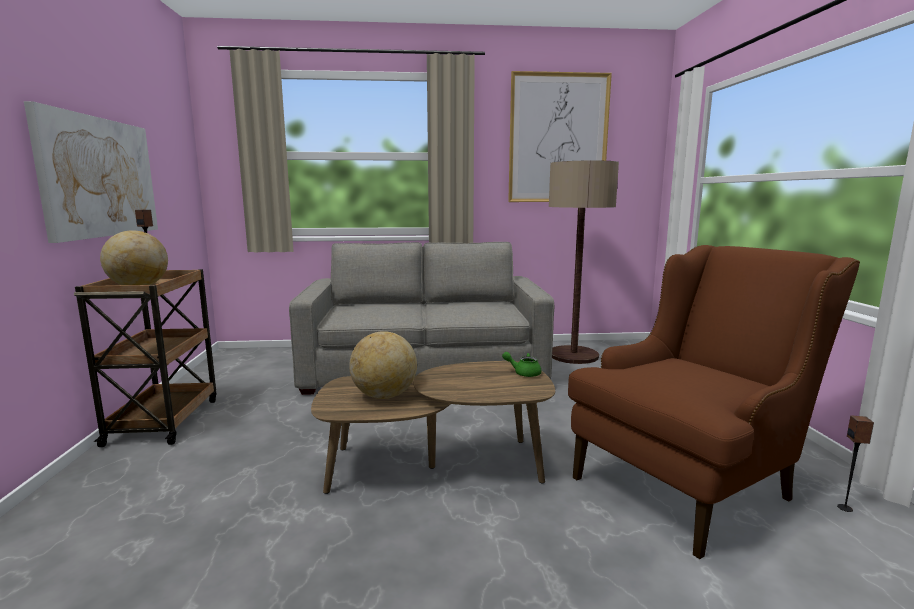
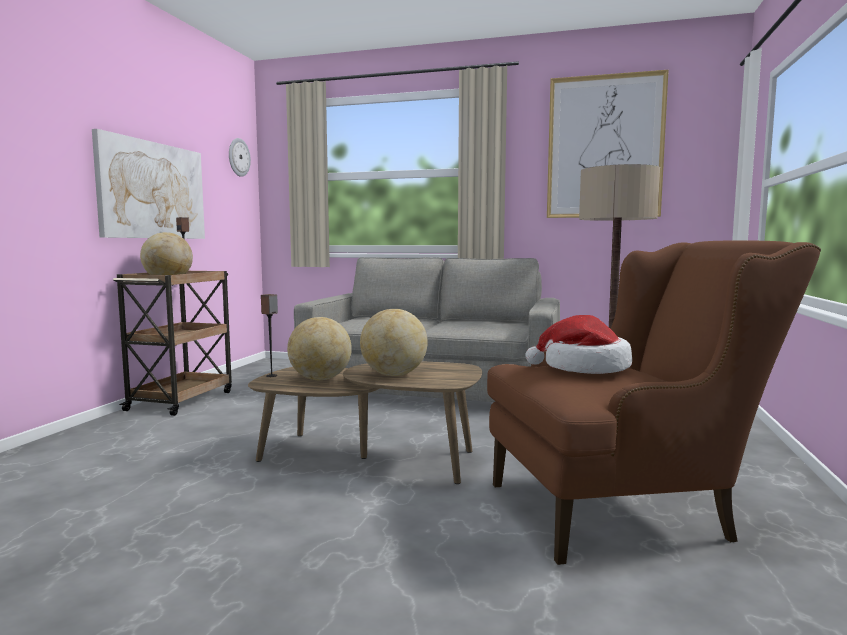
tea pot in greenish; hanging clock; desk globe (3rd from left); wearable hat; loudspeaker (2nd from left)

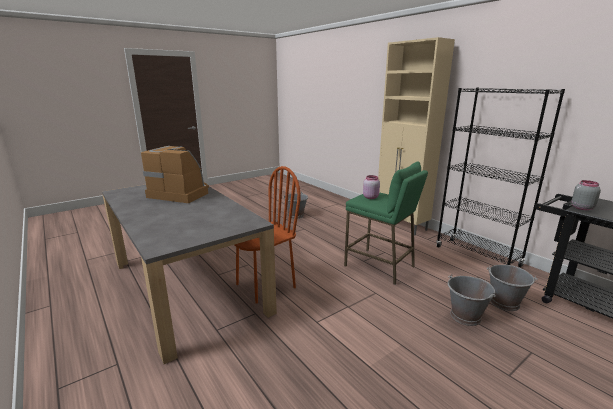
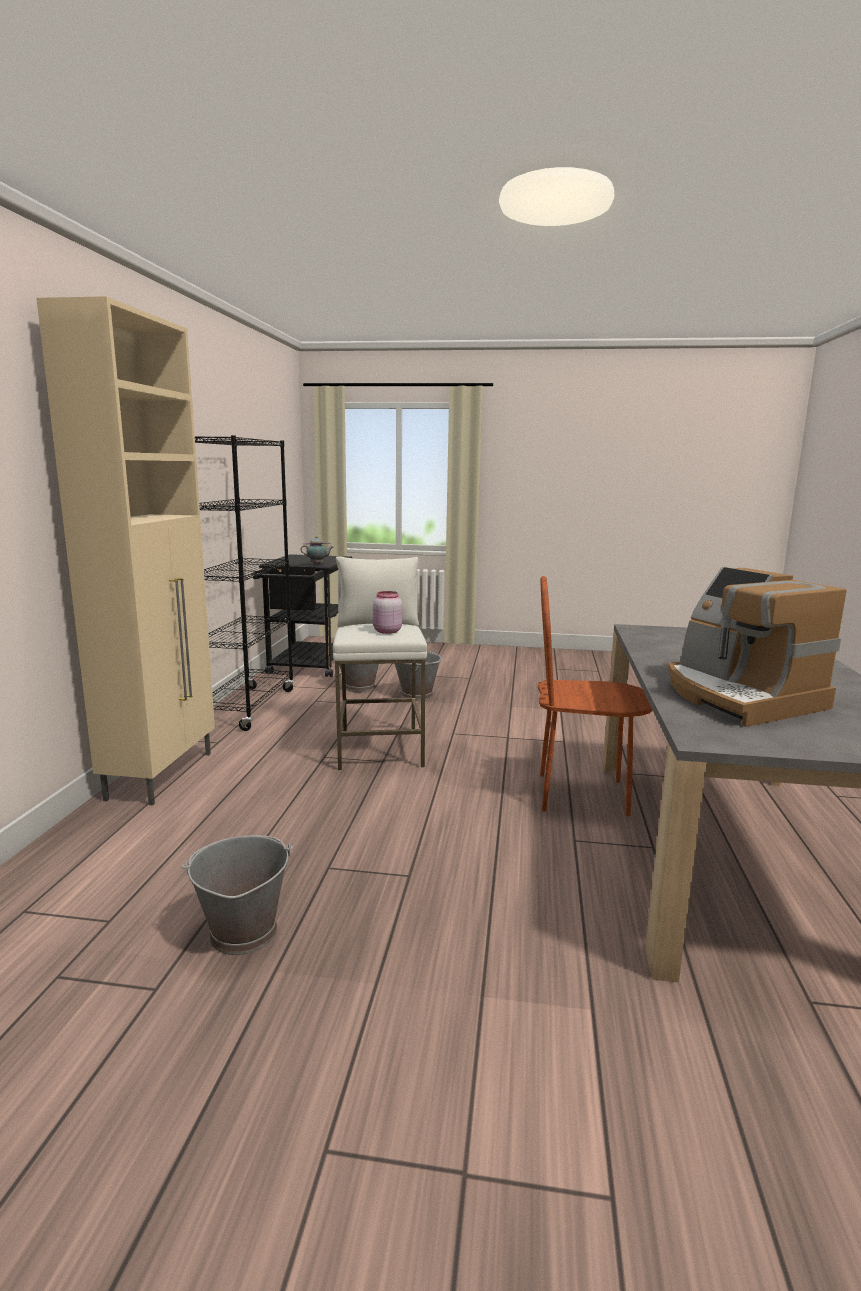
tea pot; stool seat in white

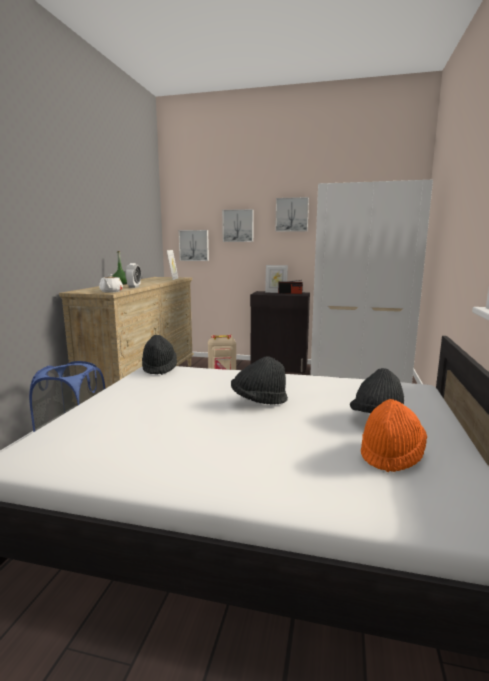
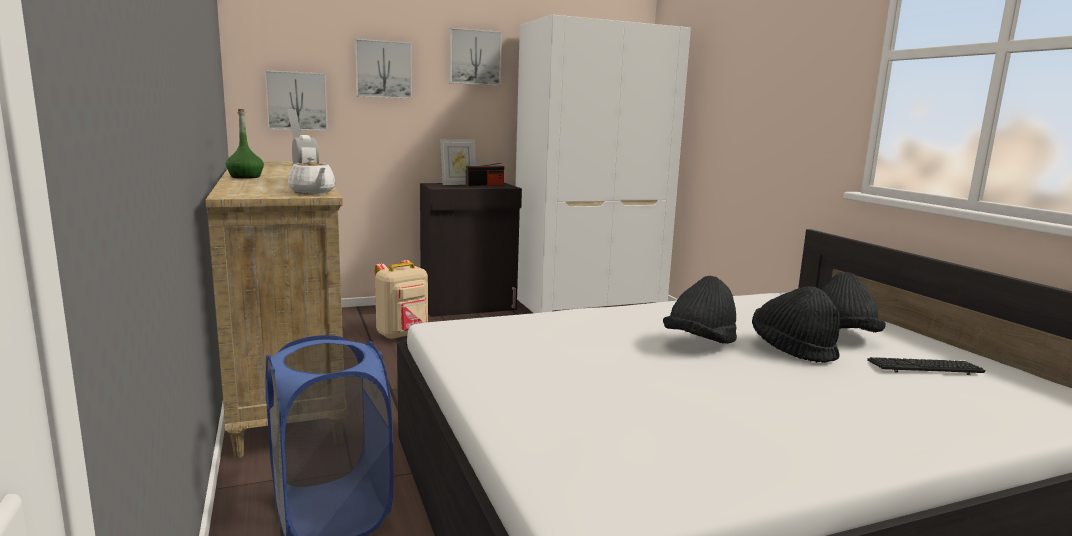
wearable hat in black-coloured (2nd from left); PC keyboard

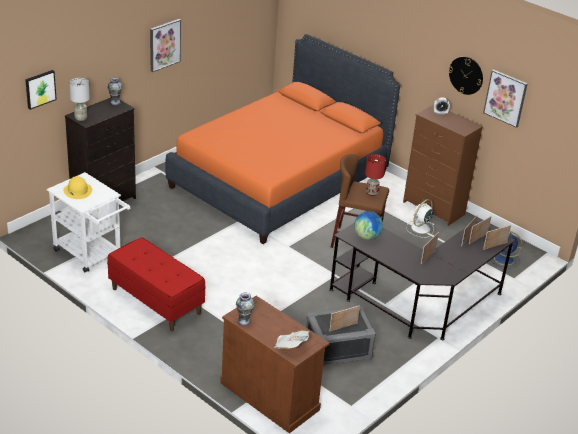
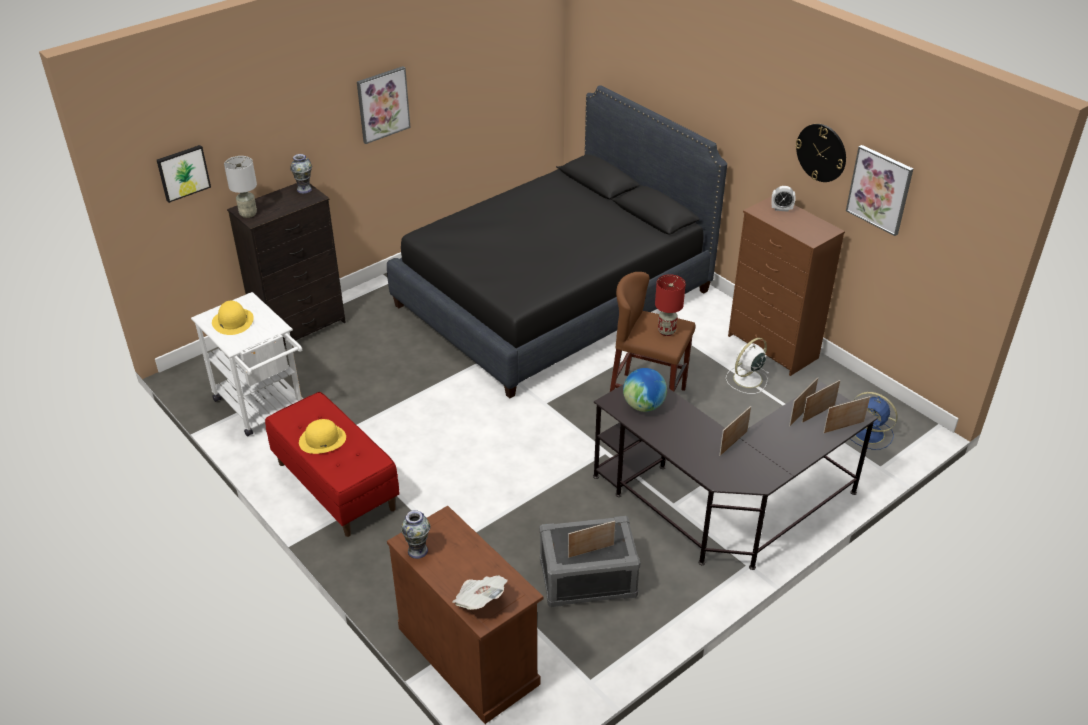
wearable hat in yellowish (2nd from left); sleeping bed in black-coloured

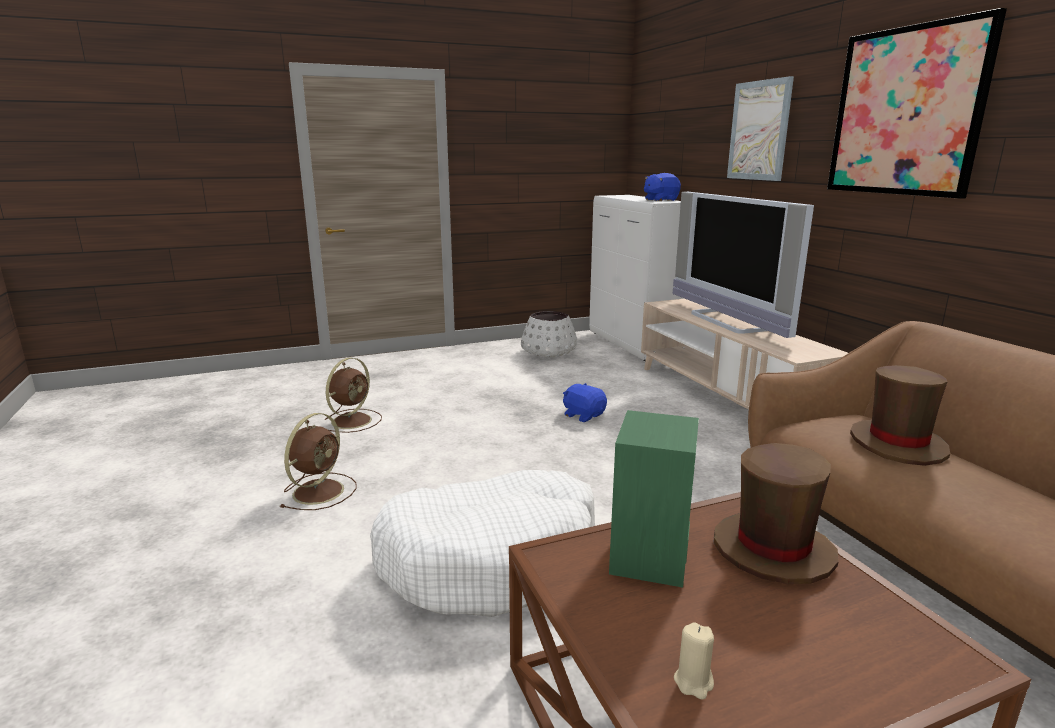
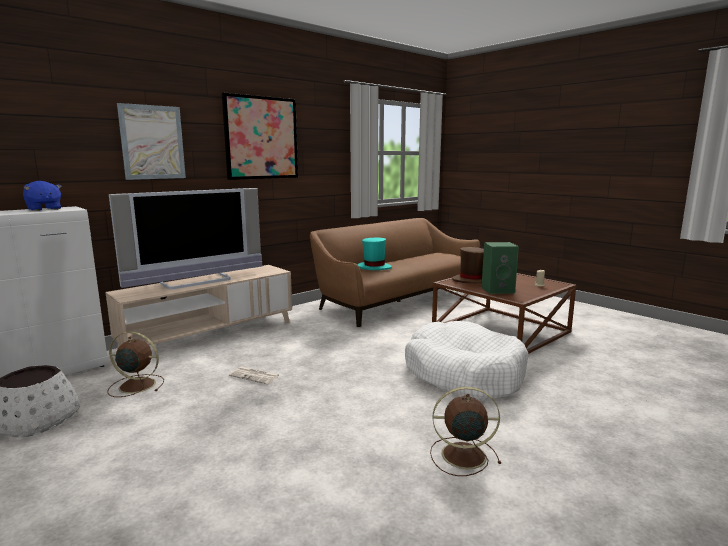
cooling fan in brown-coloured (1st from left); newspaper; wearable hat in turquoise-coloured

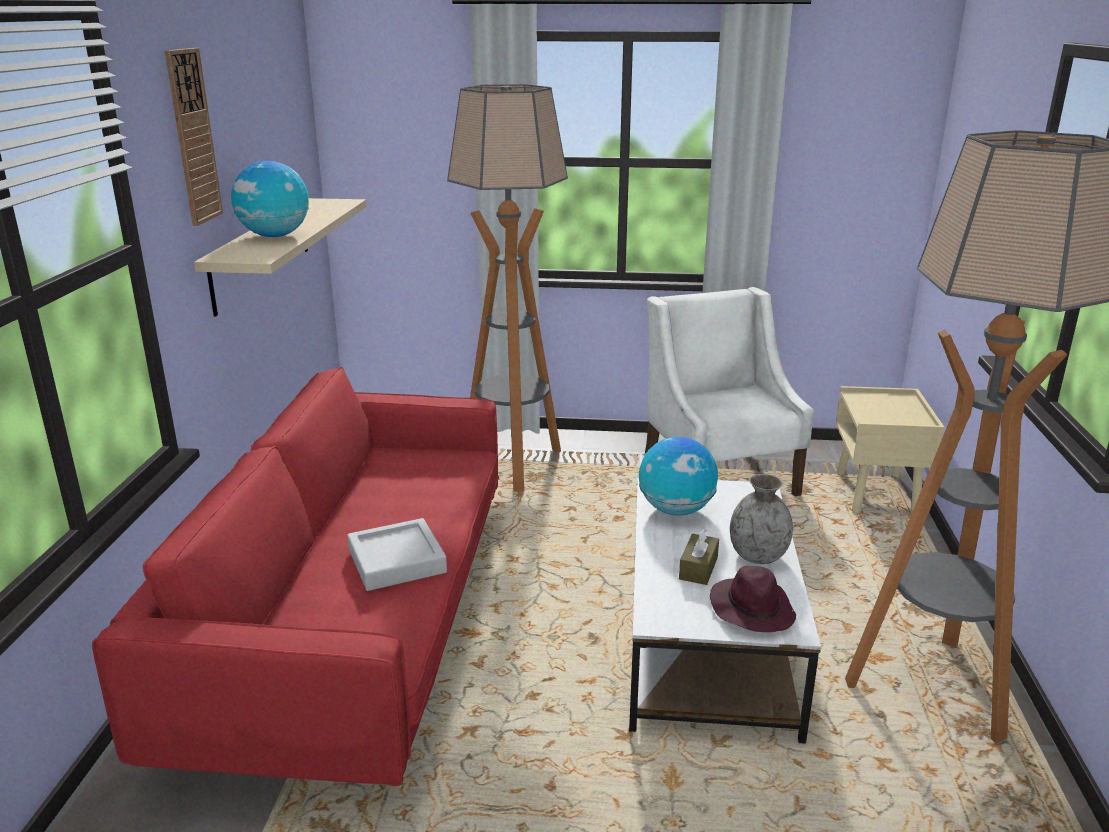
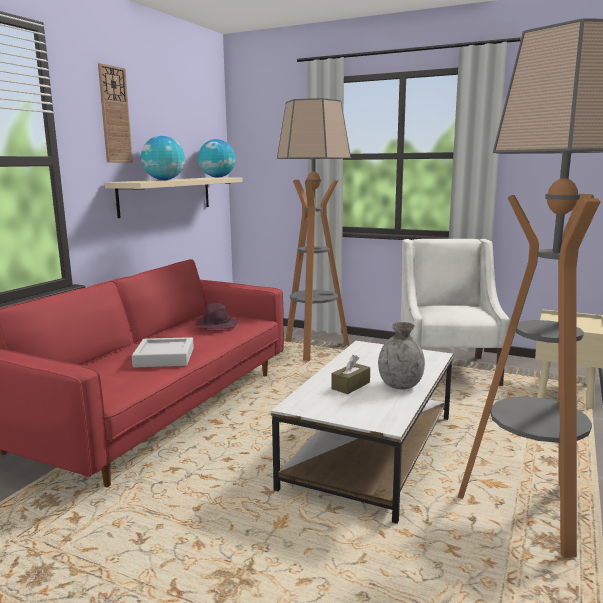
desk globe (2nd from left); wearable hat in purple

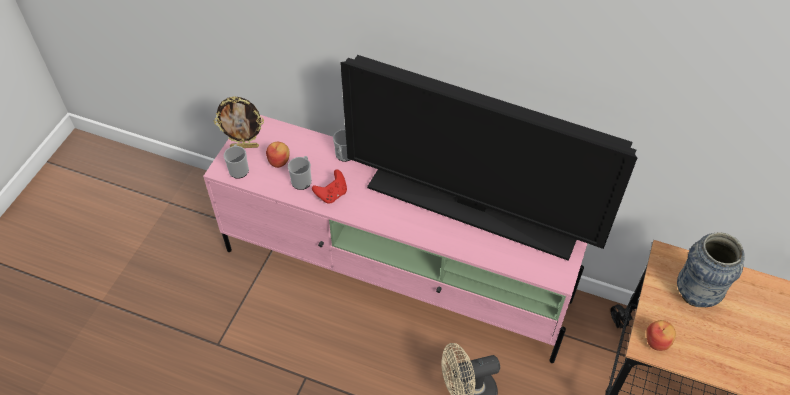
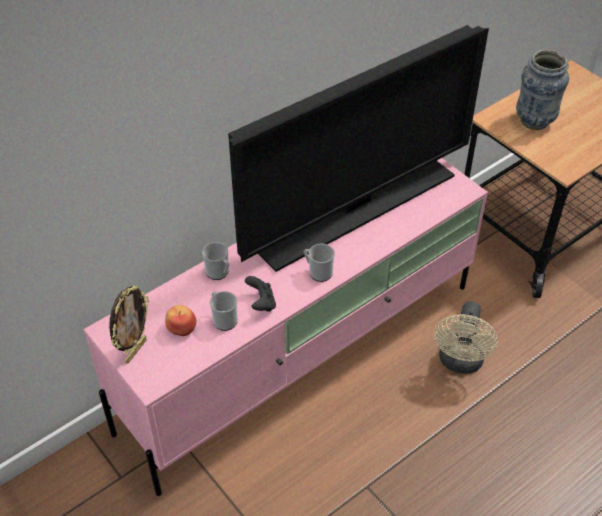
whole apple (2nd from left in the first image); tea mug (3rd from left); gamepad in black-coloured

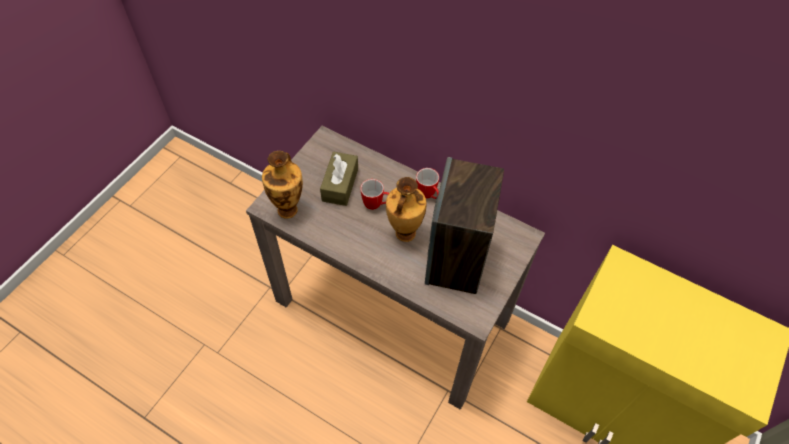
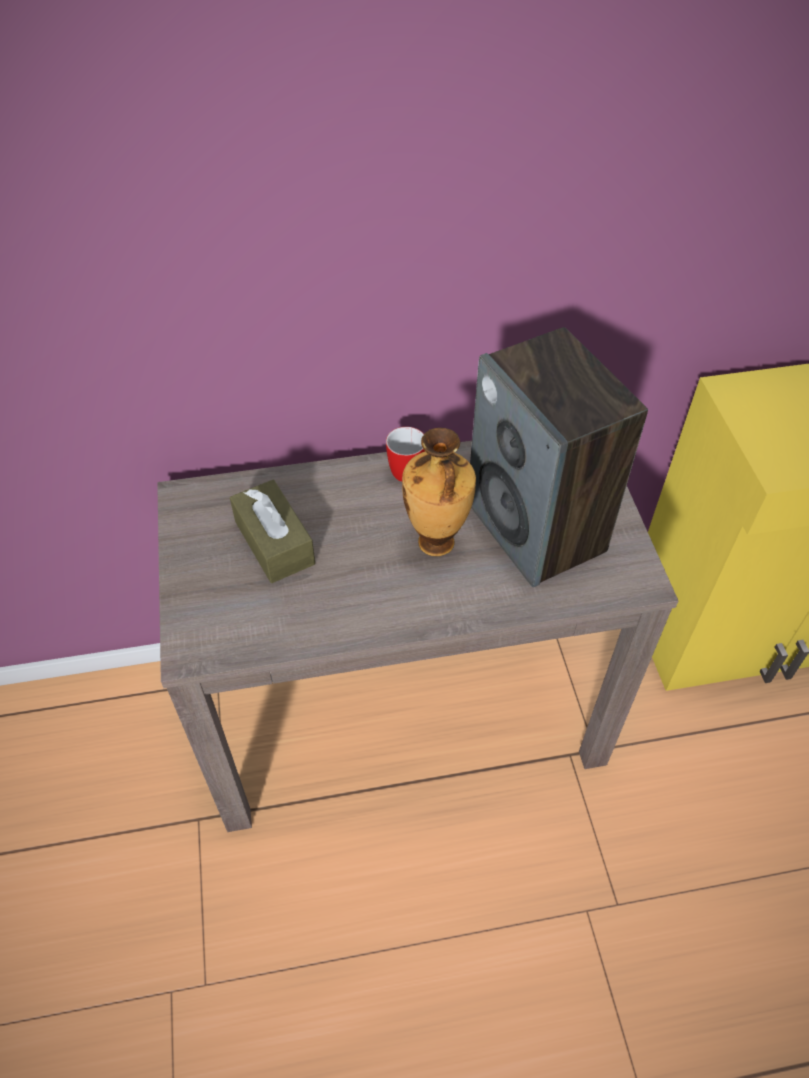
flower vase (1st from left in the first image); tea mug (1st from left in the first image)

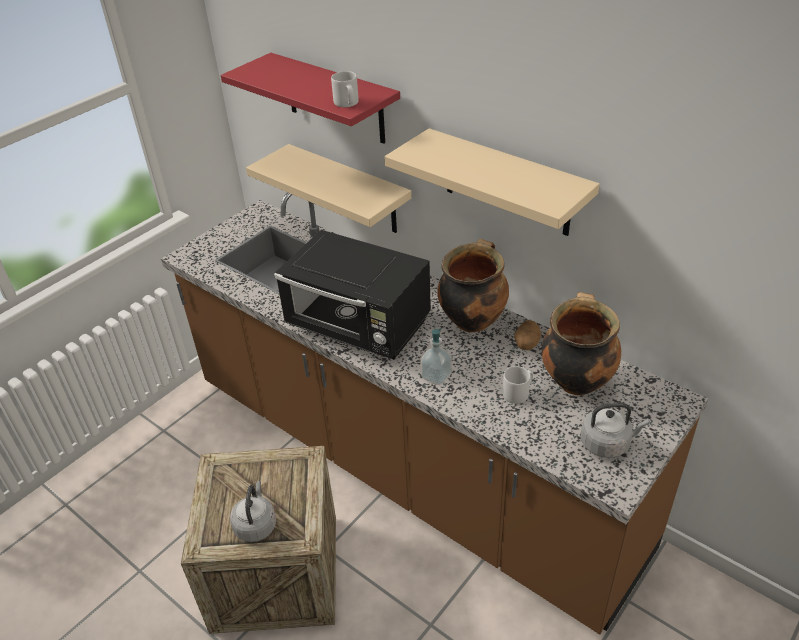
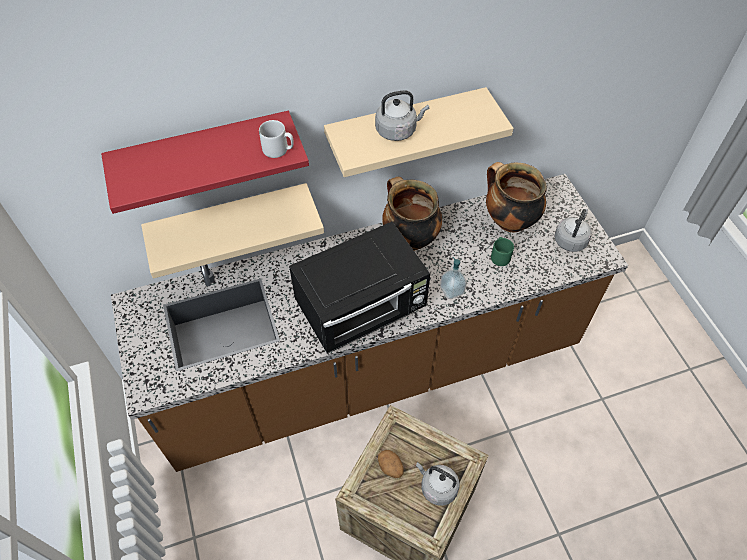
water kettle in gray (1st from left); whole potato; tea mug in greenish

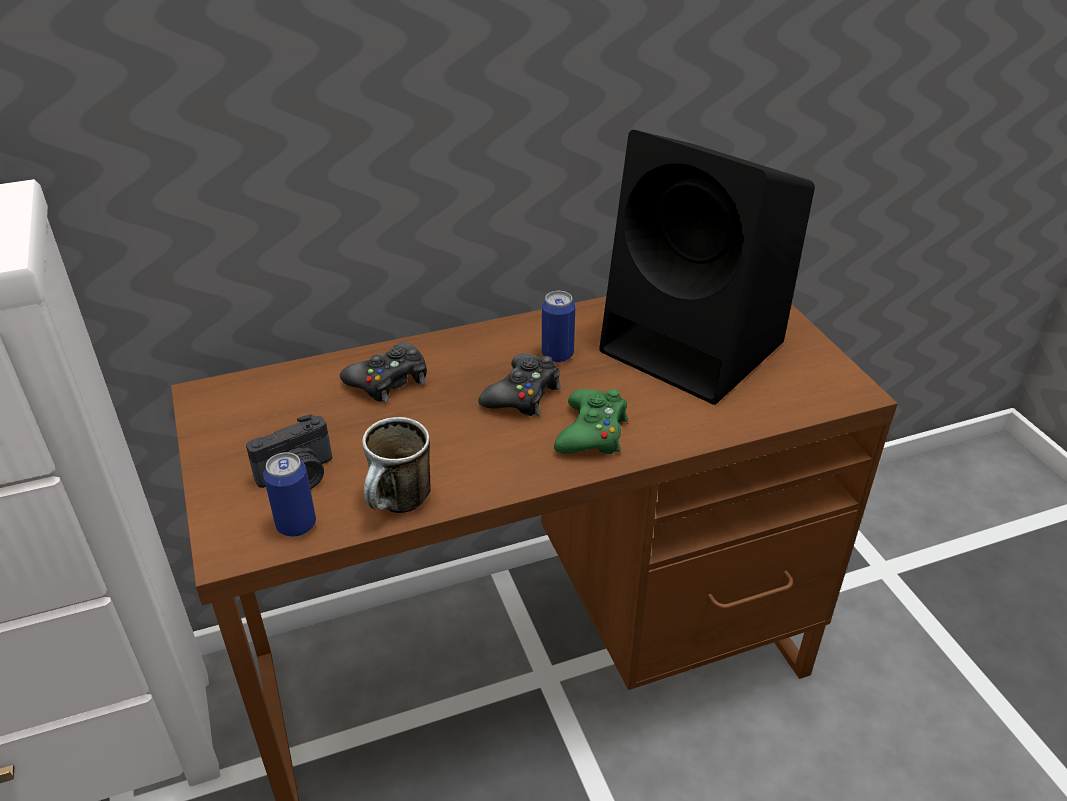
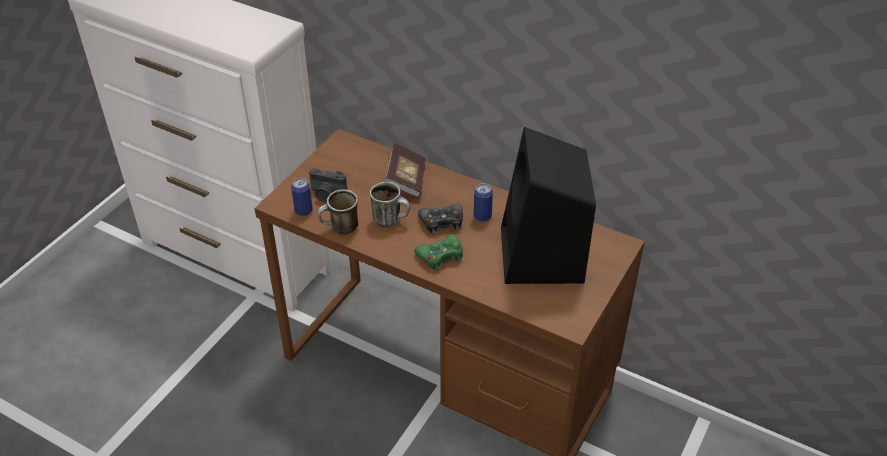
tea mug (2nd from left); bound book

